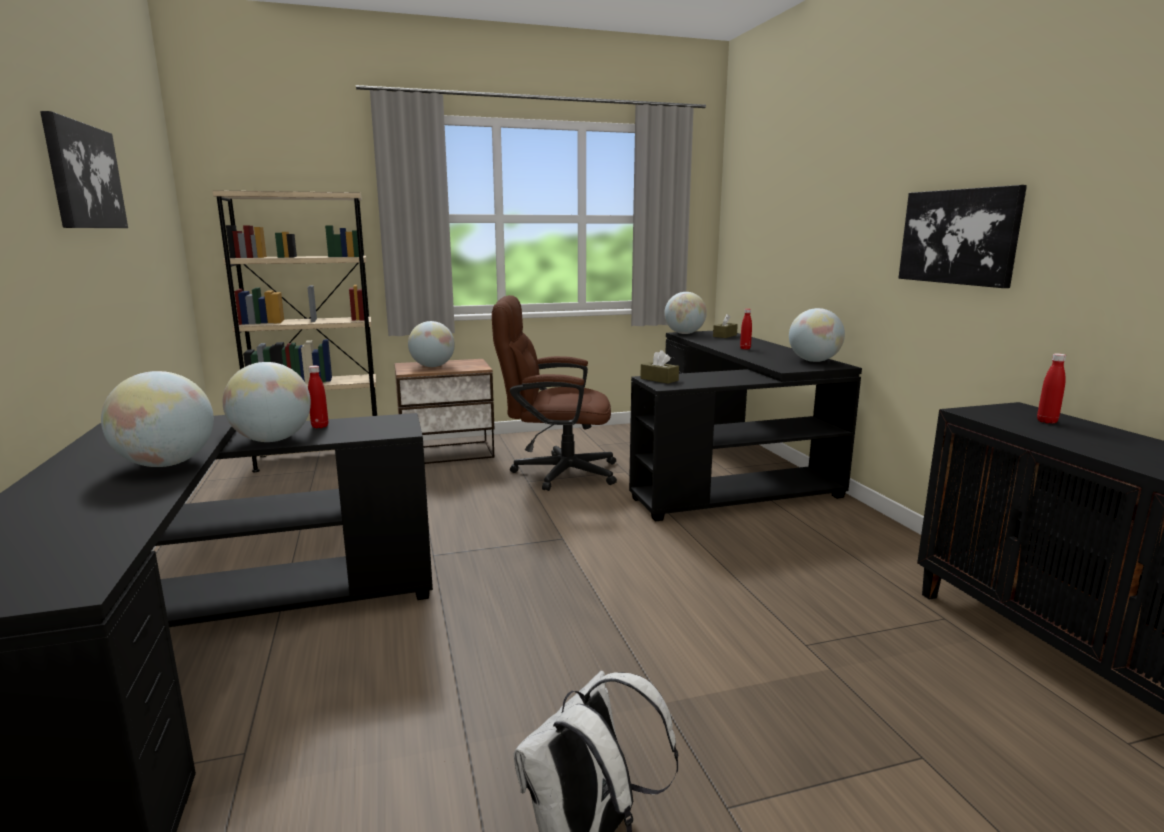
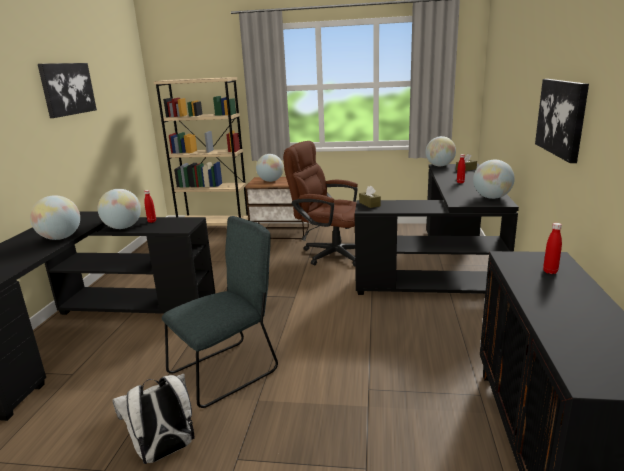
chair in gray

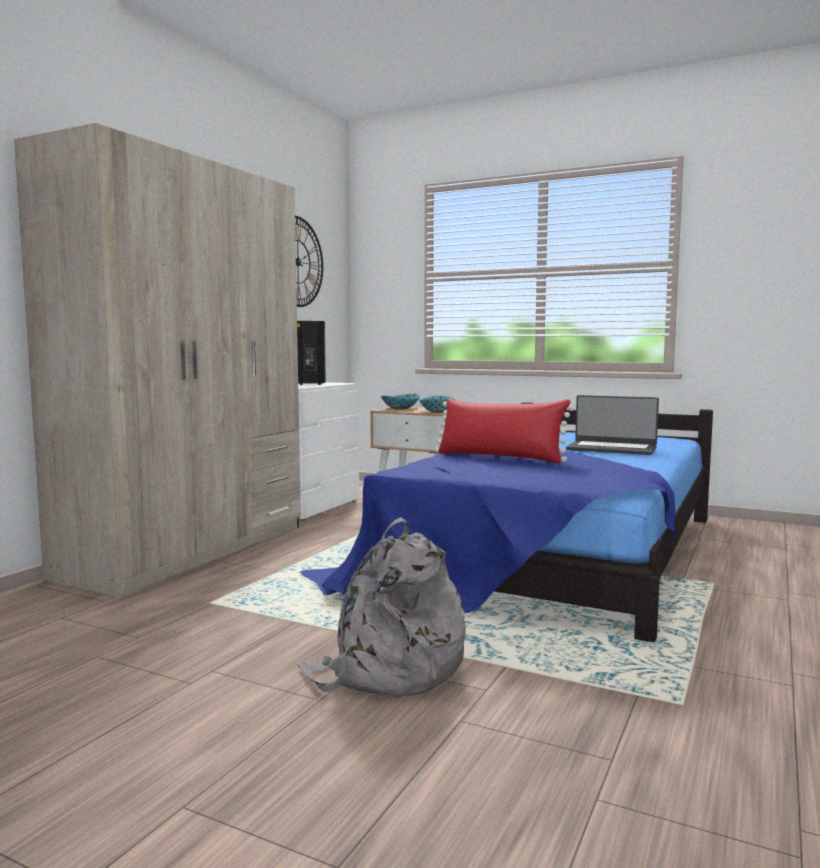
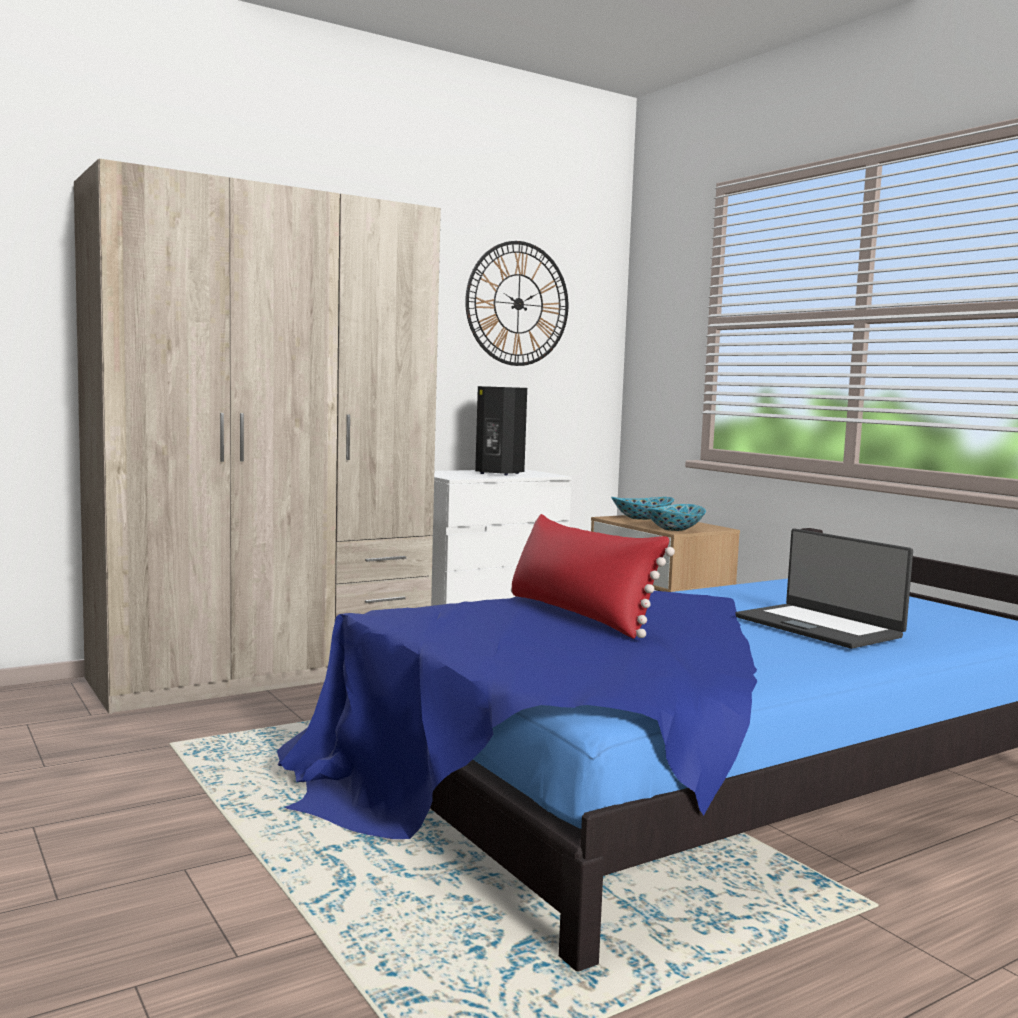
backpack in gray

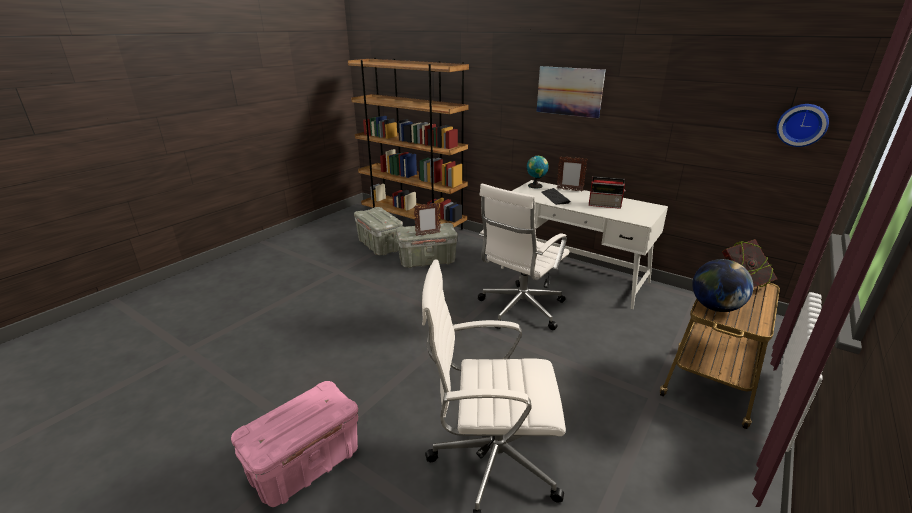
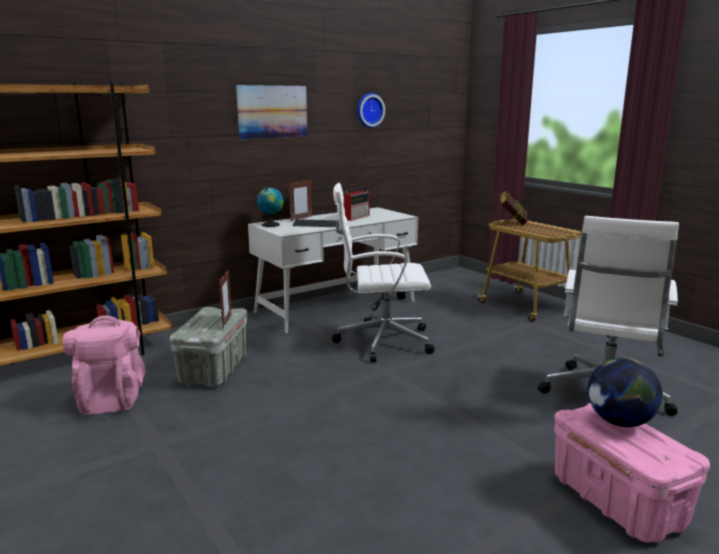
desk globe (2nd from left); hanging clock; backpack in pink; desk chair in white (1st from left)

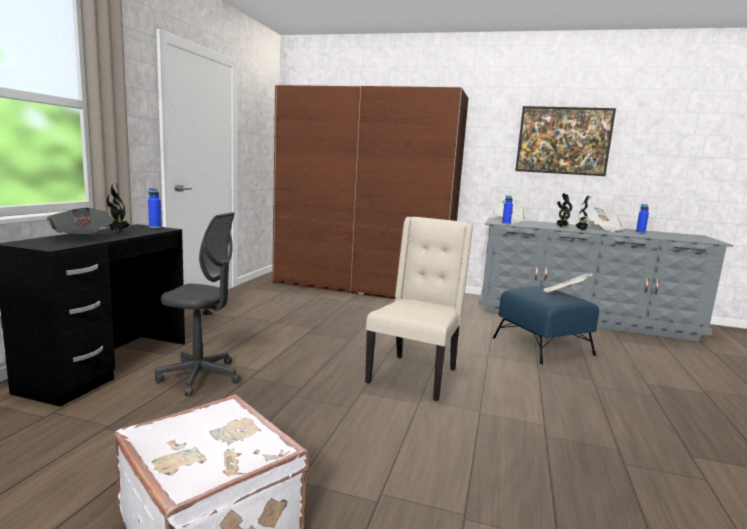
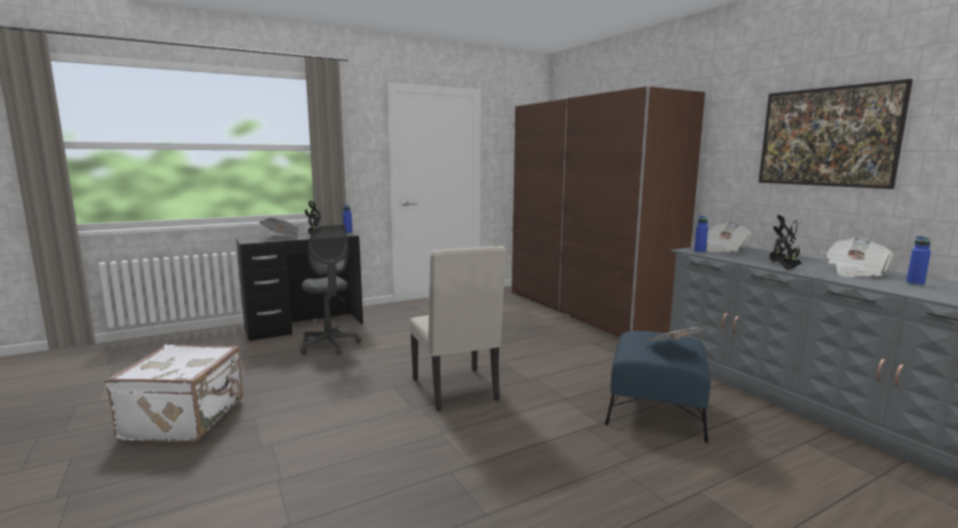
chair in sand-coloured

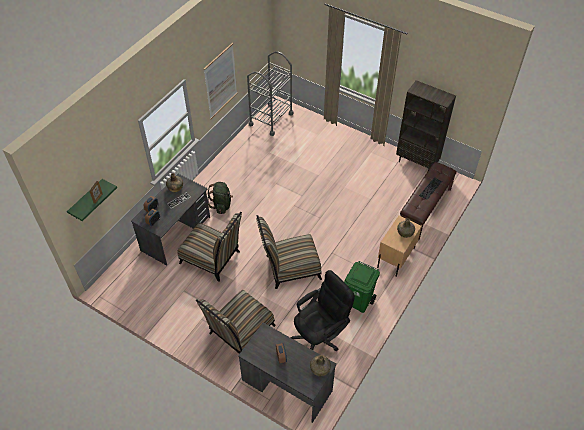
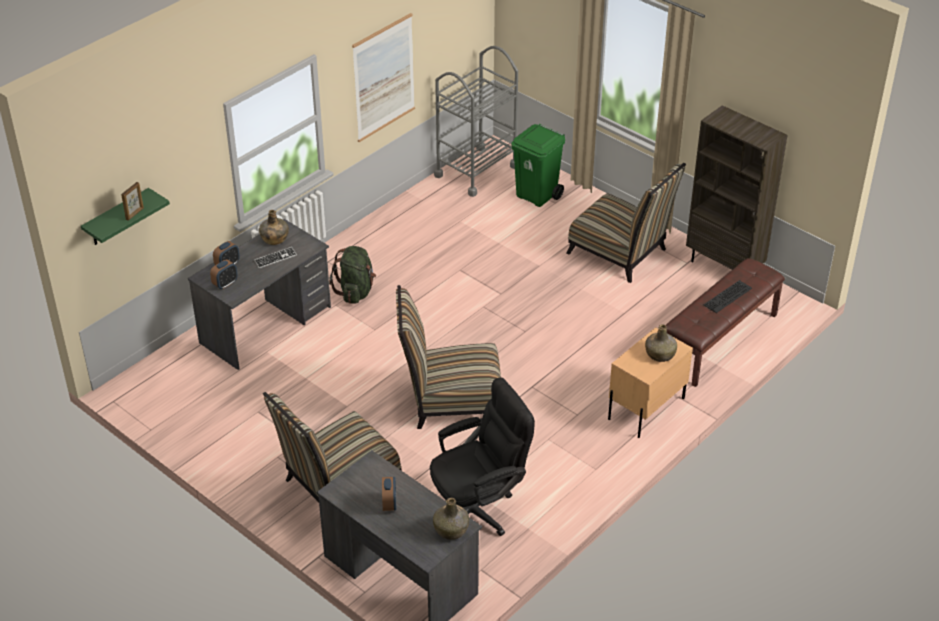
chair (3rd from left); rubbish bin in greenish

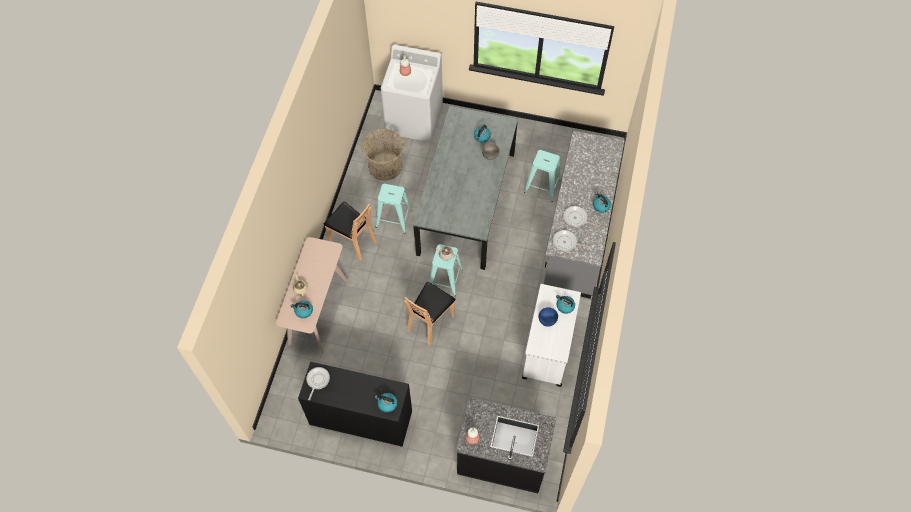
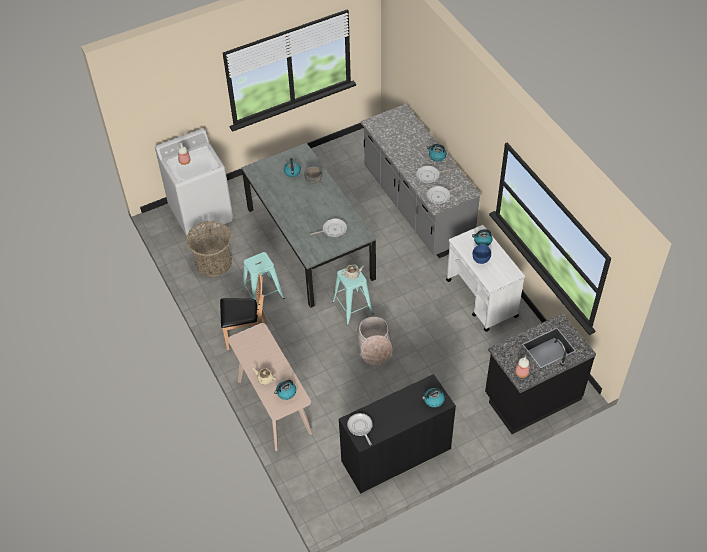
stool seat in turquoise-coloured (3rd from left in the first image); skillet (1st from left); storage basket (2nd from left)

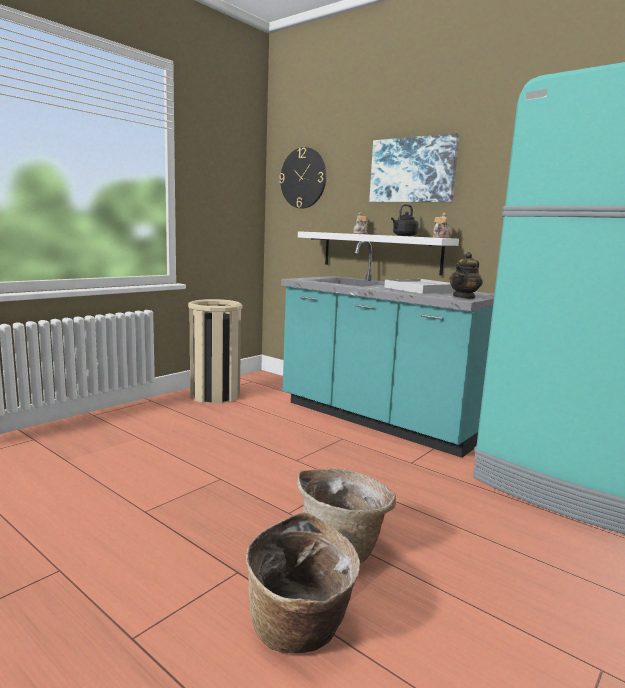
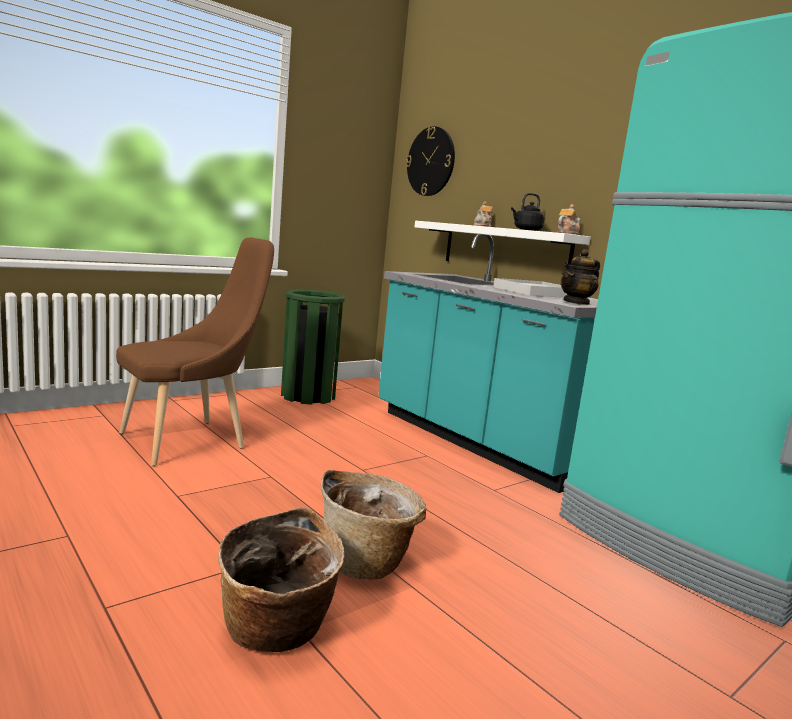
picture; chair in brown-coloured; rubbish bin in greenish

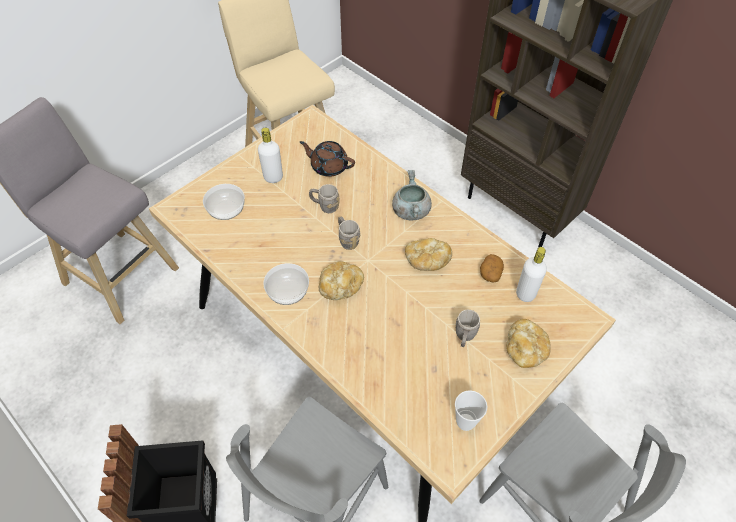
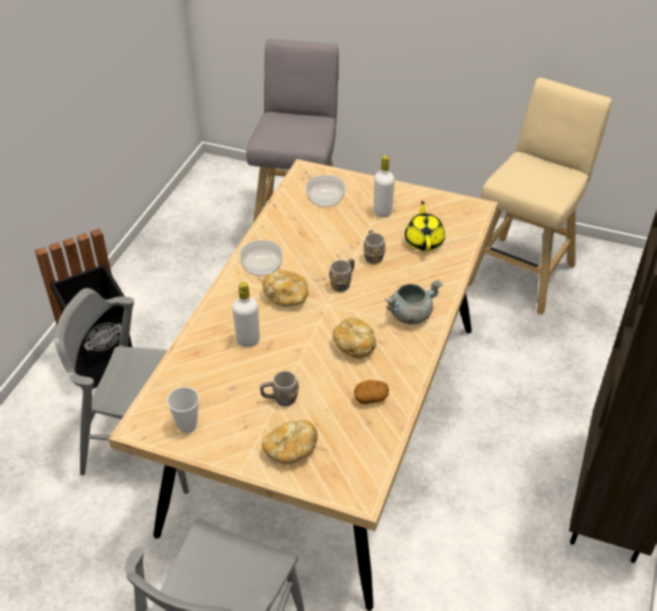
bottle in white (1st from left); tea pot in yellowish

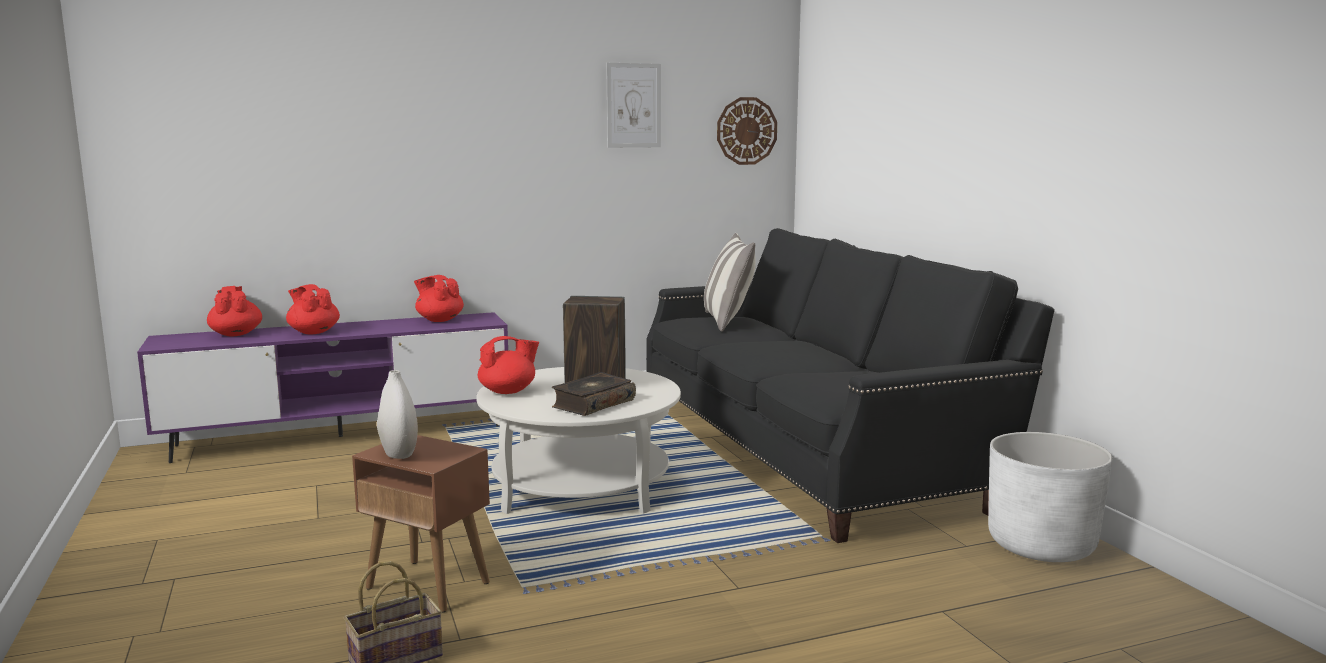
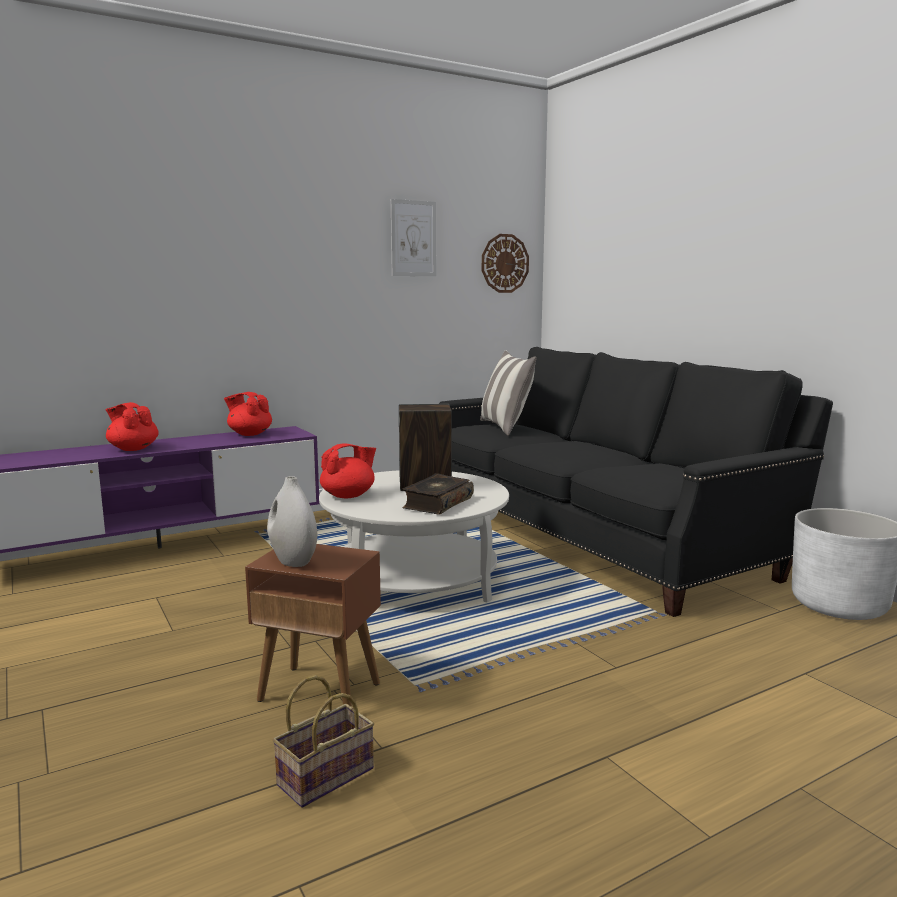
tea pot in reddish (1st from left in the first image)

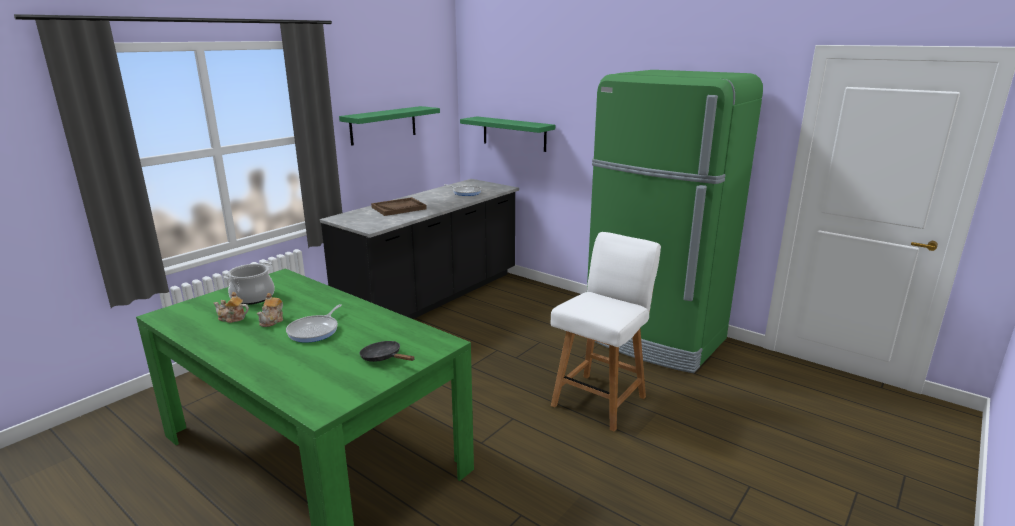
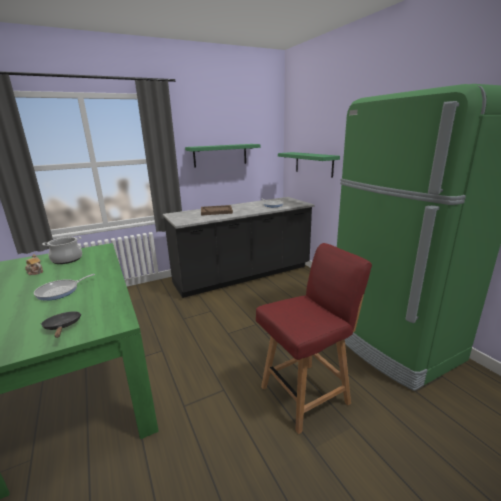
tea pot (2nd from left in the first image); chair in reddish

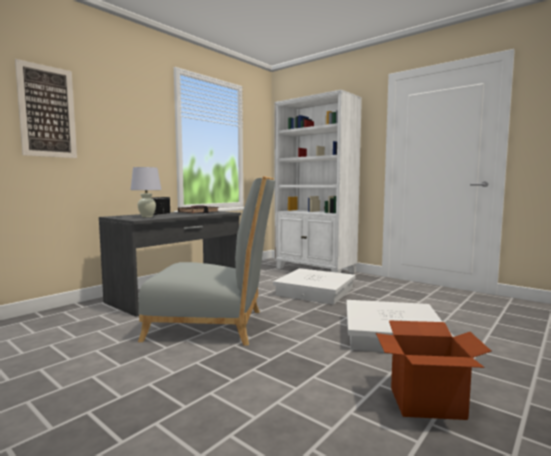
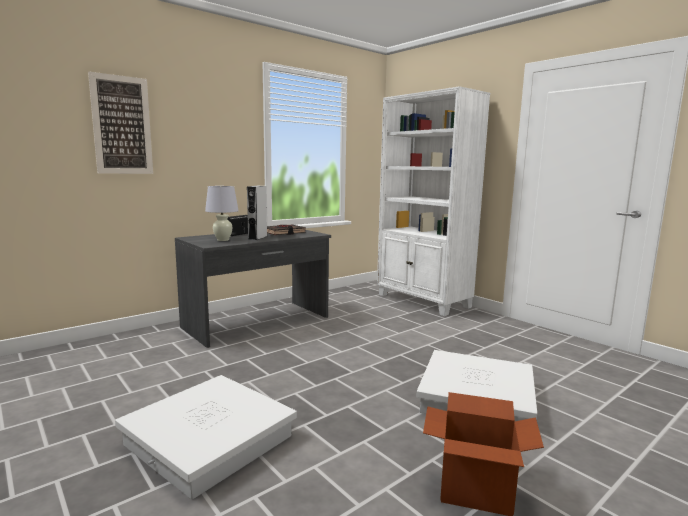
chair in gray; loudspeaker in gray; storage bin in white (1st from left)

